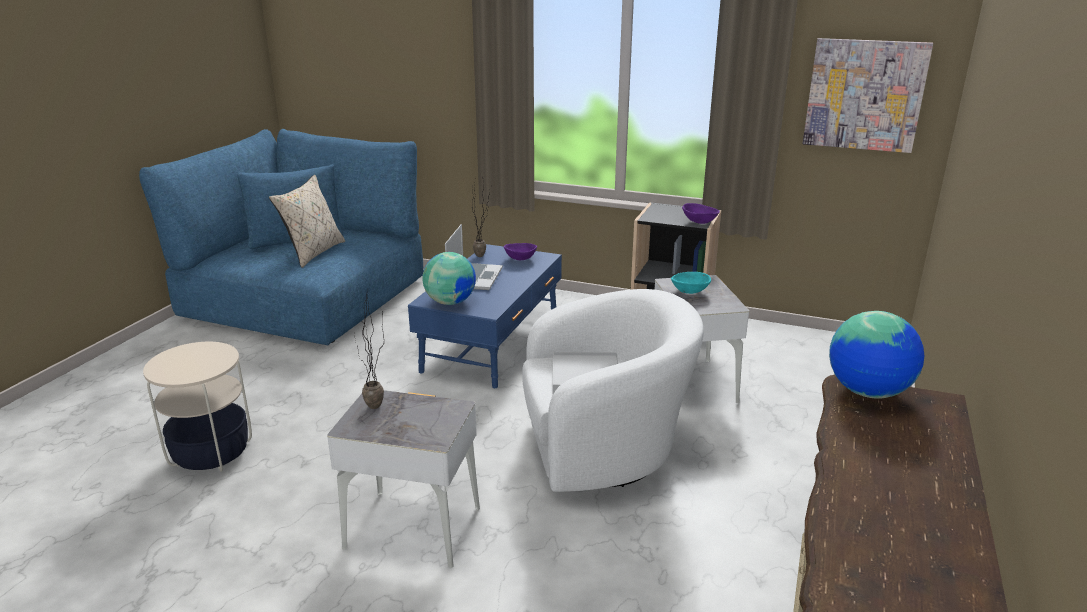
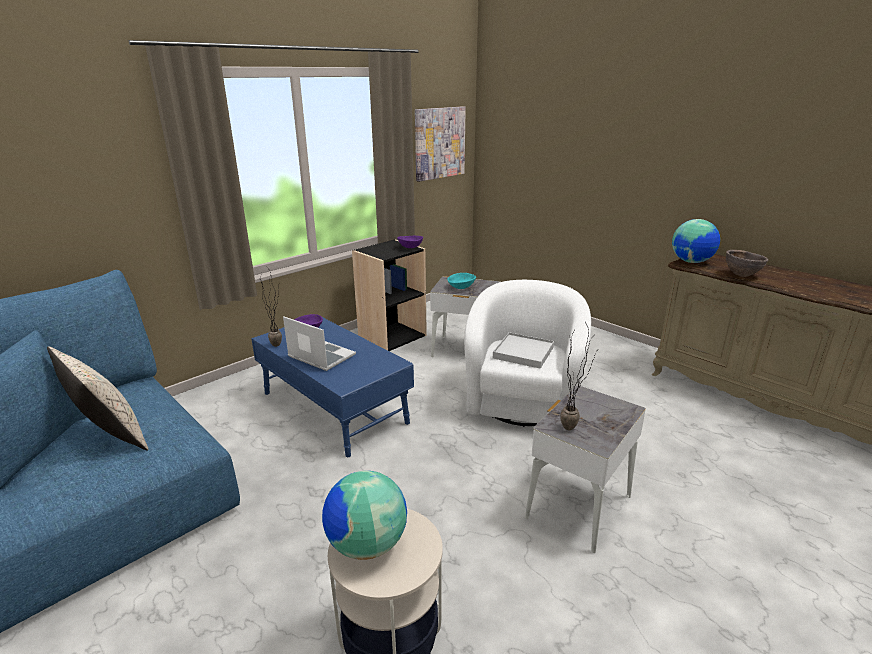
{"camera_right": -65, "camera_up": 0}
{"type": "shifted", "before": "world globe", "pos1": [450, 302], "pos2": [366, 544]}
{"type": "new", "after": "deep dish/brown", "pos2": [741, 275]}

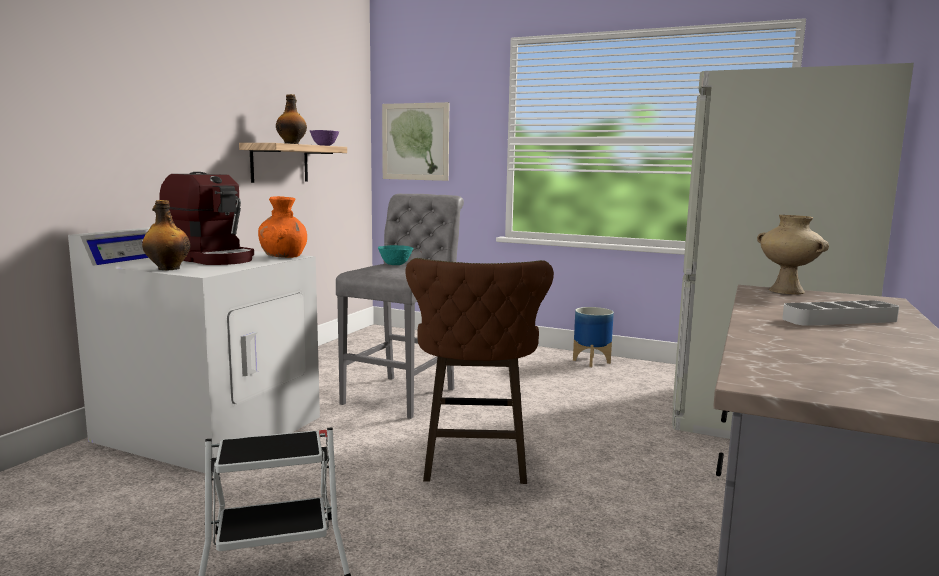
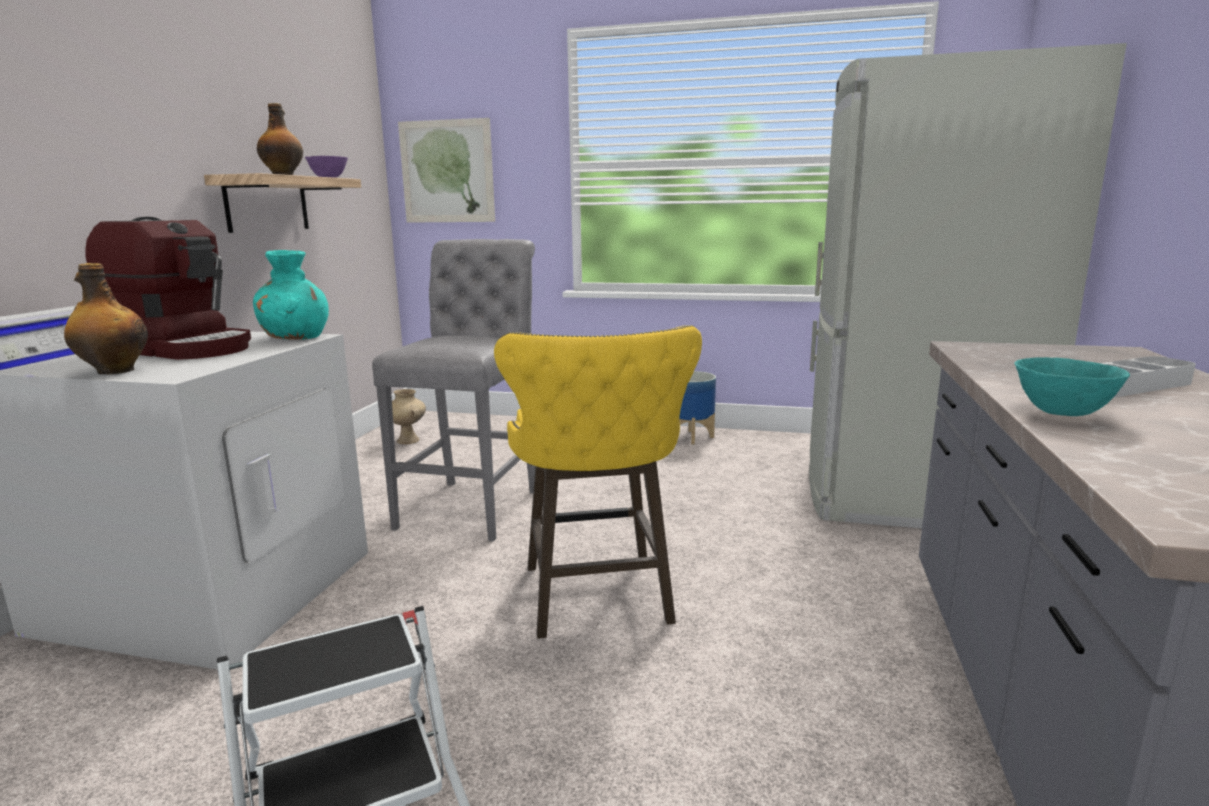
{"camera_right": -10, "camera_up": 5}
{"type": "repainted", "before": "flower vase/orange-coloured", "after": "flower vase/blue-green", "pos1": [284, 256], "pos2": [296, 337]}
{"type": "shifted", "before": "flower vase/beige", "pos1": [787, 291], "pos2": [408, 440]}
{"type": "shifted", "before": "deep dish/blue-green", "pos1": [395, 265], "pos2": [1062, 413]}
{"type": "repainted", "before": "stool seat/brown", "after": "stool seat/yellowish", "pos1": [475, 462], "pos2": [597, 598]}

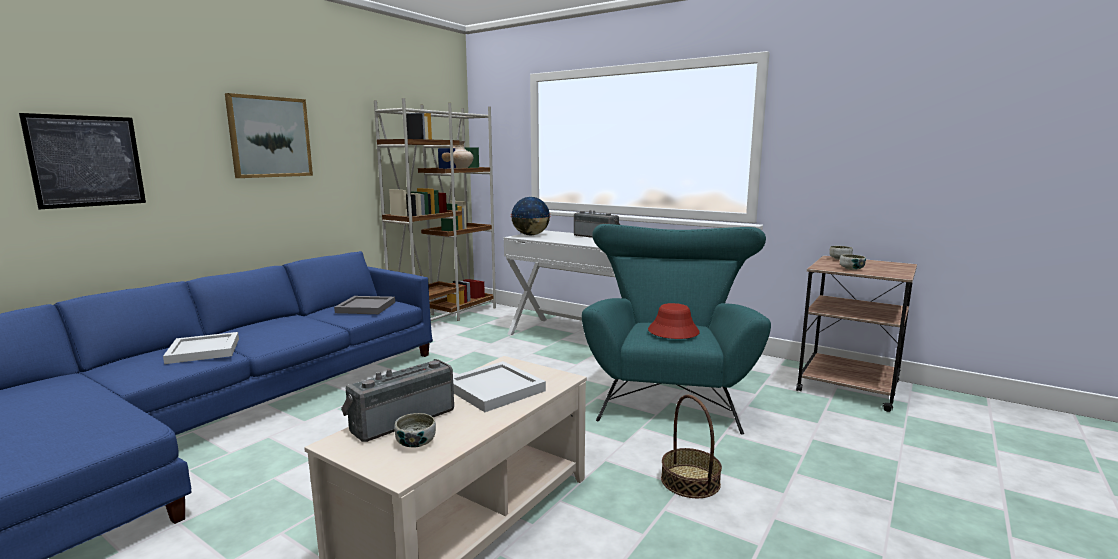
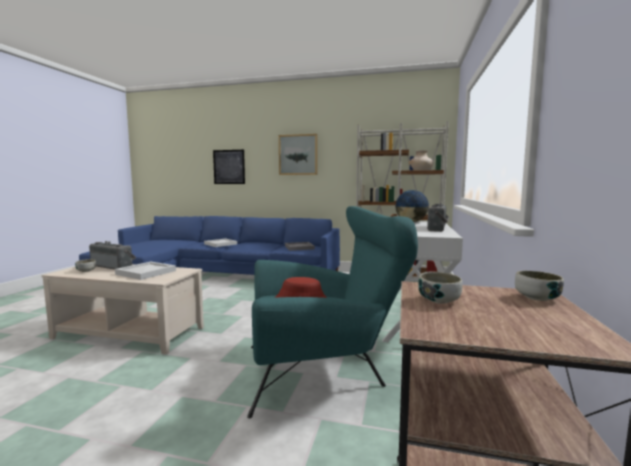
{"camera_right": 70, "camera_up": -5}
{"type": "gone", "before": "basket", "pos1": [690, 481]}

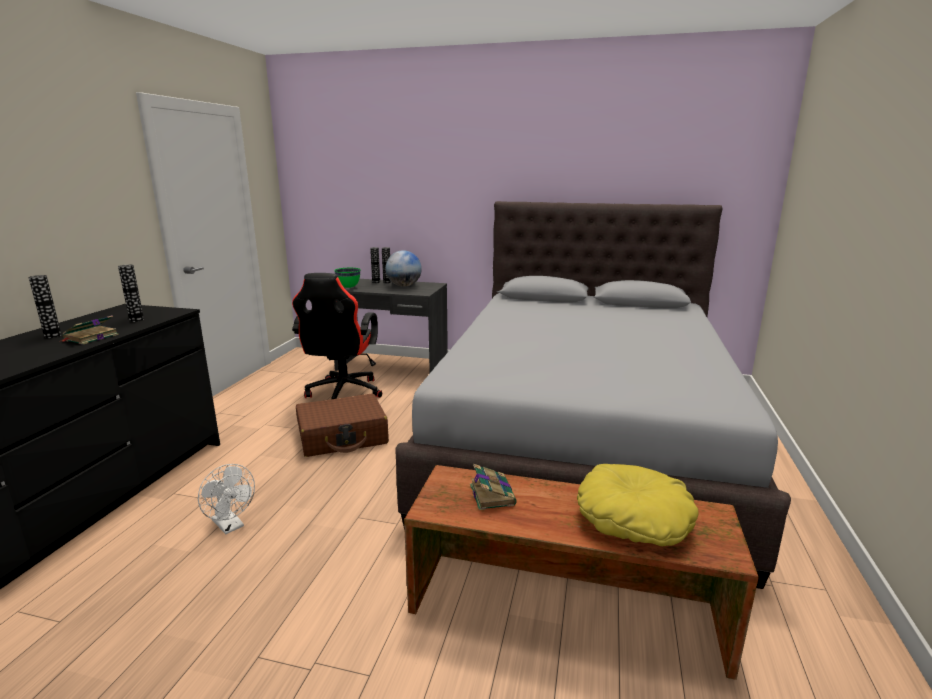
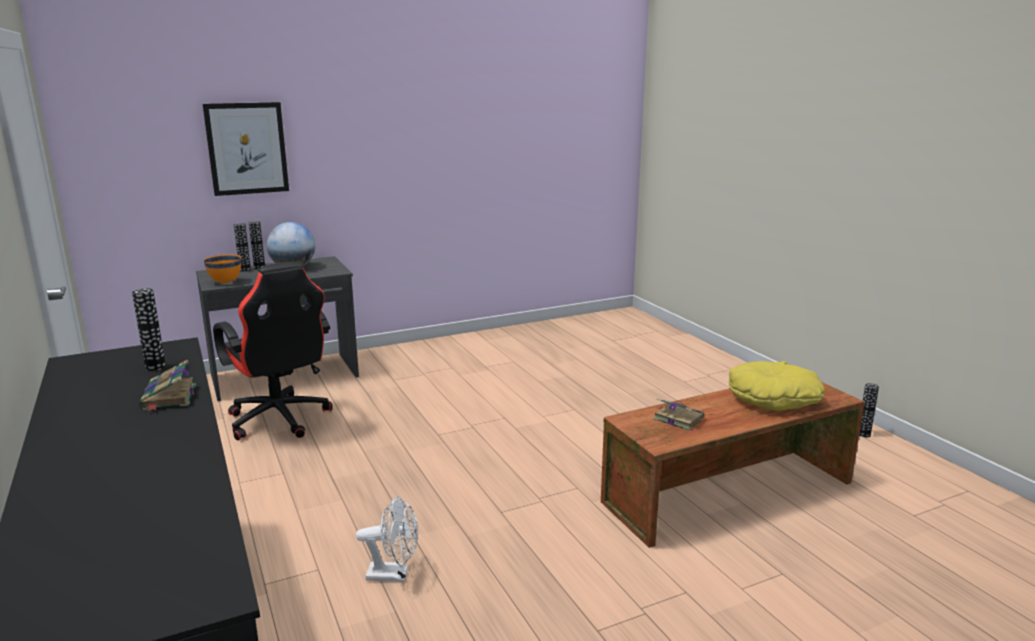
{"camera_right": -40, "camera_up": 0}
{"type": "gone", "before": "sleeping bed/gray", "pos1": [583, 438]}
{"type": "repainted", "before": "deep dish/greenish", "after": "deep dish/orange-coloured", "pos1": [348, 287], "pos2": [225, 282]}
{"type": "shifted", "before": "flower vase", "pos1": [53, 336], "pos2": [863, 434]}
{"type": "gone", "before": "travel case/brown", "pos1": [343, 437]}
{"type": "new", "after": "wall art", "pos2": [247, 148]}

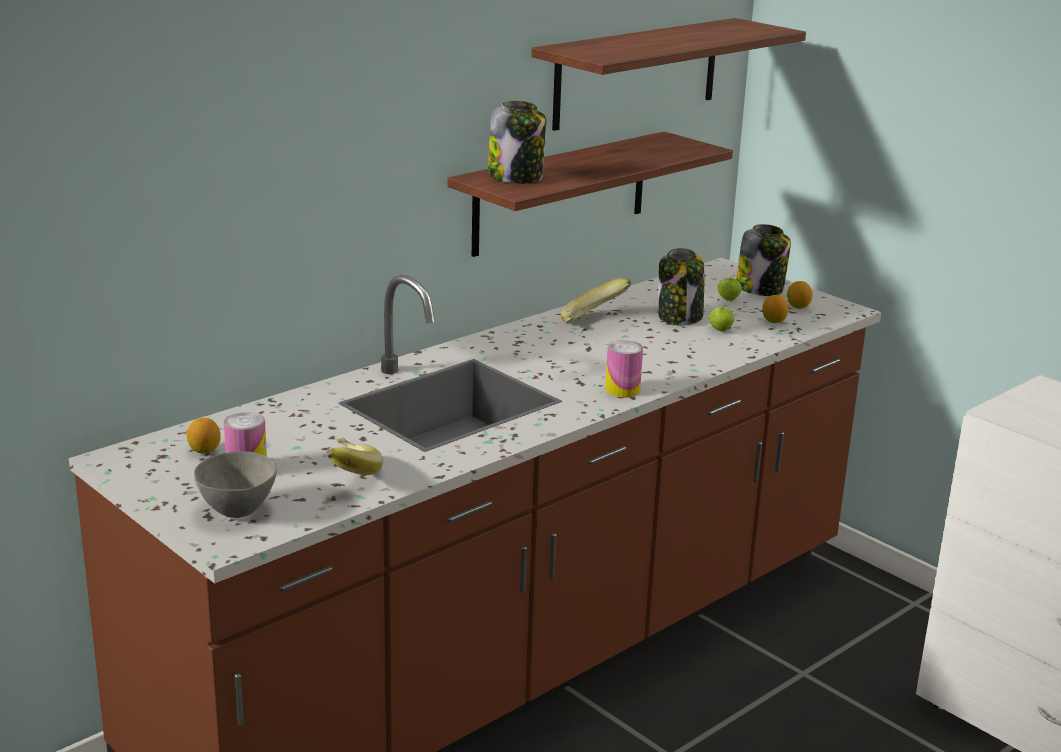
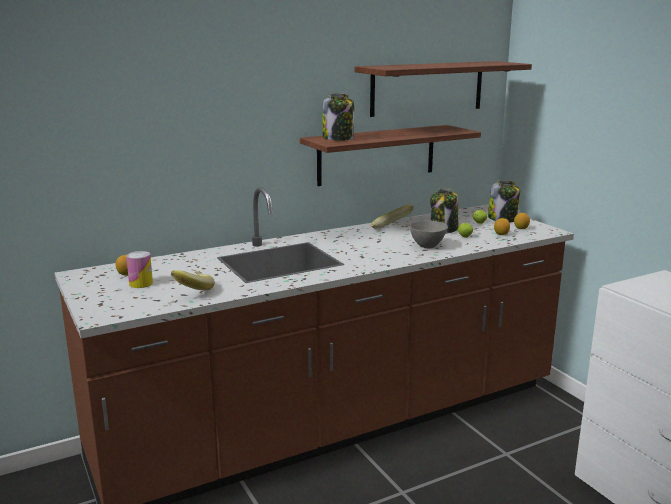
{"camera_right": 15, "camera_up": -5}
{"type": "gone", "before": "can", "pos1": [622, 390]}
{"type": "shifted", "before": "deep dish/gray", "pos1": [238, 511], "pos2": [427, 246]}

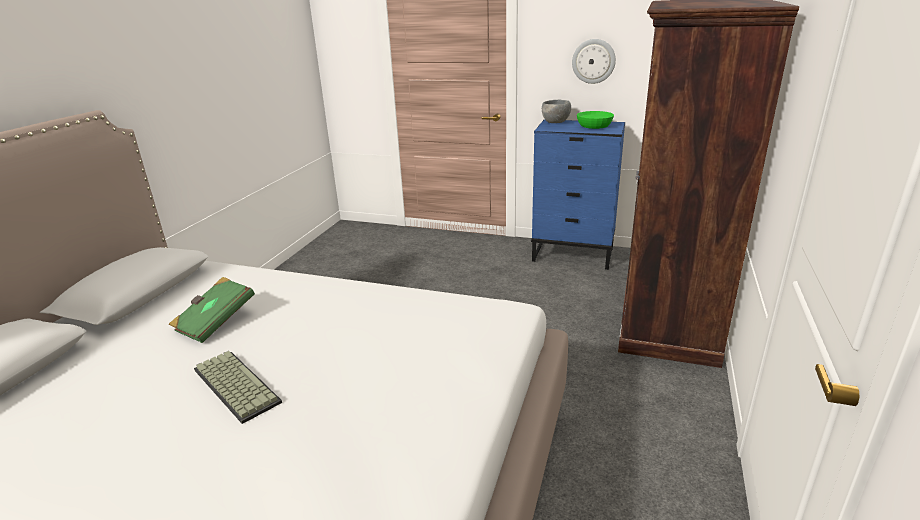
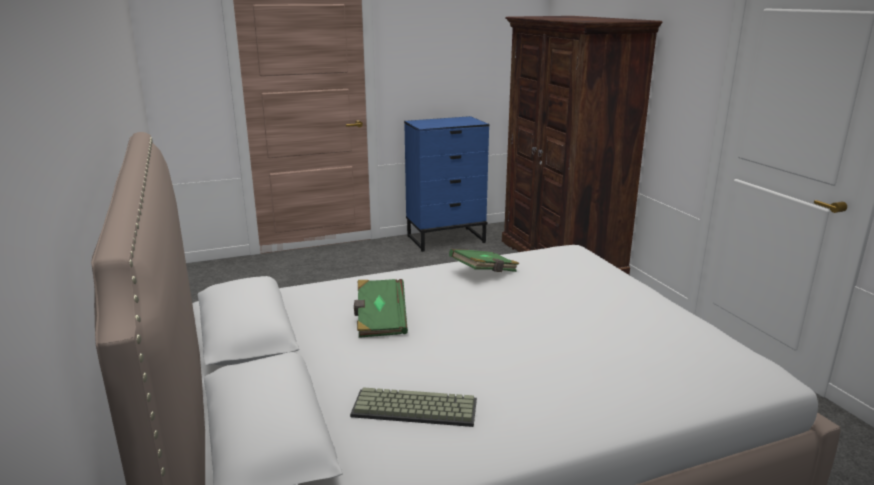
{"camera_right": -40, "camera_up": -5}
{"type": "gone", "before": "wall clock", "pos1": [593, 61]}
{"type": "gone", "before": "deep dish/gray", "pos1": [556, 122]}
{"type": "gone", "before": "deep dish/greenish", "pos1": [594, 126]}
{"type": "shifted", "before": "PC keyboard", "pos1": [233, 386], "pos2": [413, 410]}
{"type": "new", "after": "volume/greenish", "pos2": [484, 272]}

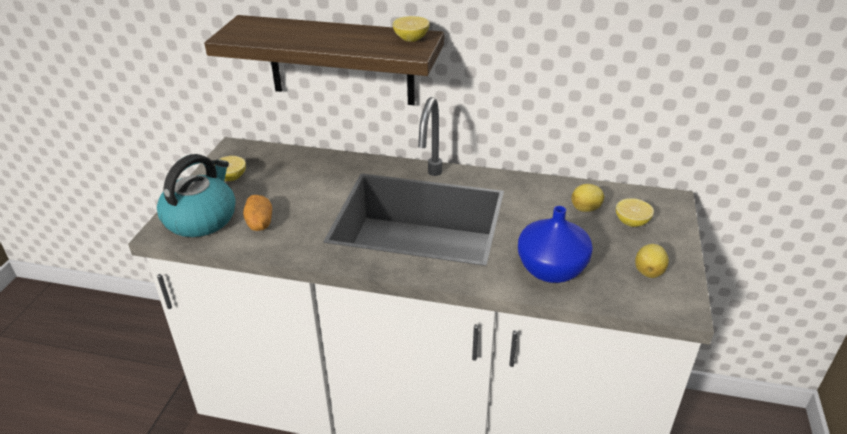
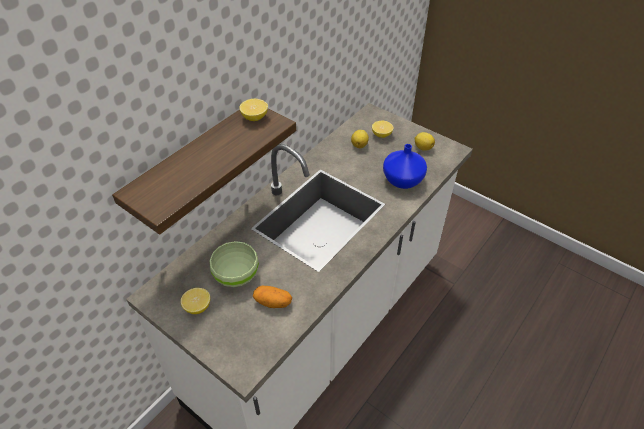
{"camera_right": -65, "camera_up": 10}
{"type": "gone", "before": "kettle", "pos1": [201, 218]}
{"type": "new", "after": "deep dish/greenish", "pos2": [235, 276]}

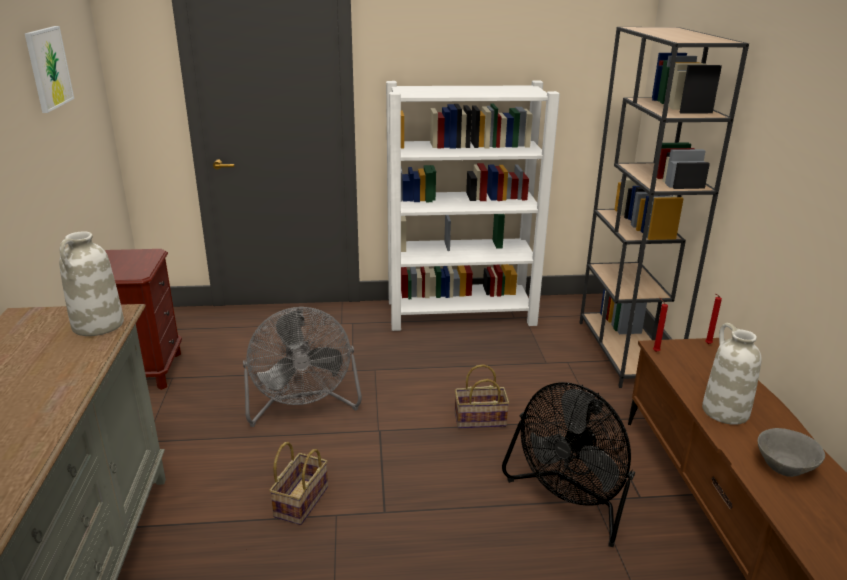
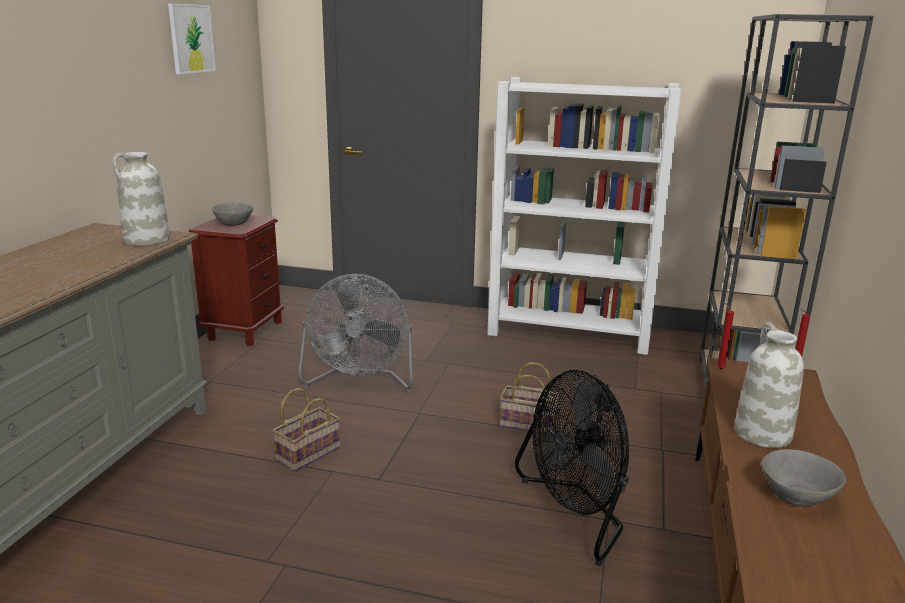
{"camera_right": 20, "camera_up": -5}
{"type": "new", "after": "deep dish/gray", "pos2": [233, 224]}

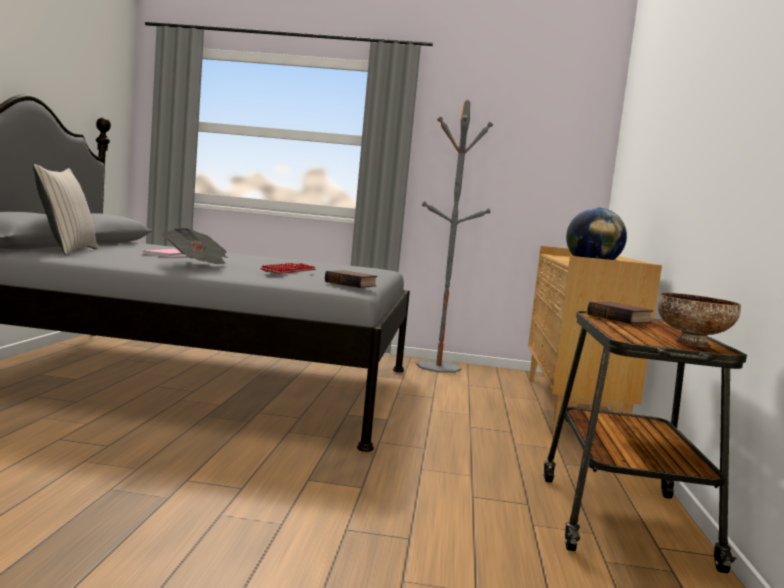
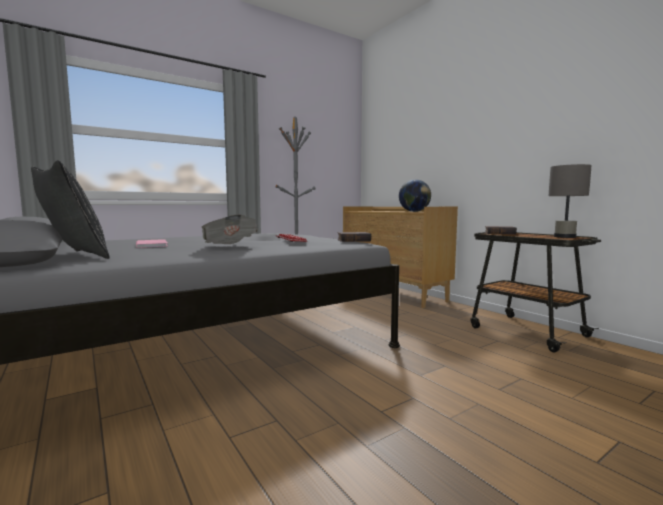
{"camera_right": -40, "camera_up": 0}
{"type": "repainted", "before": "cushion/beige", "after": "cushion/black", "pos1": [66, 251], "pos2": [73, 256]}
{"type": "swapped", "before": "deep dish", "after": "lamp for a table/gray", "pos1": [691, 343], "pos2": [564, 237]}

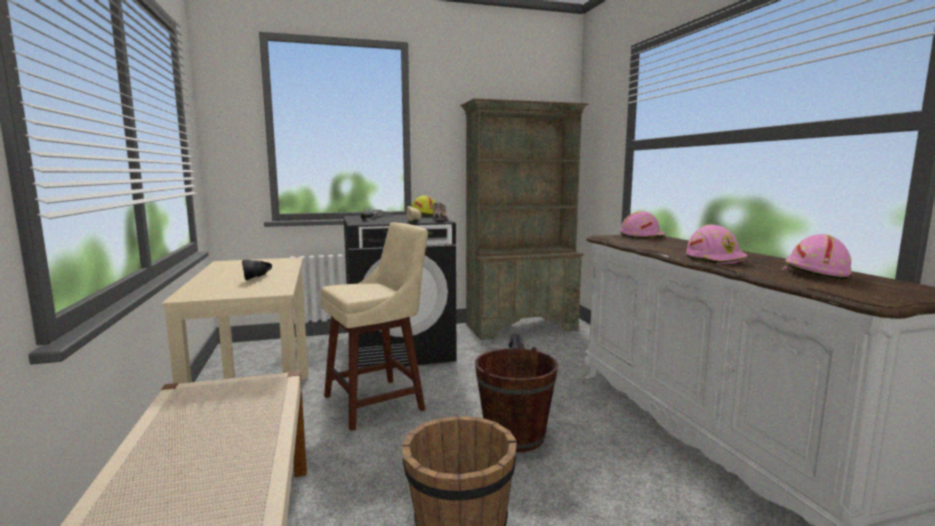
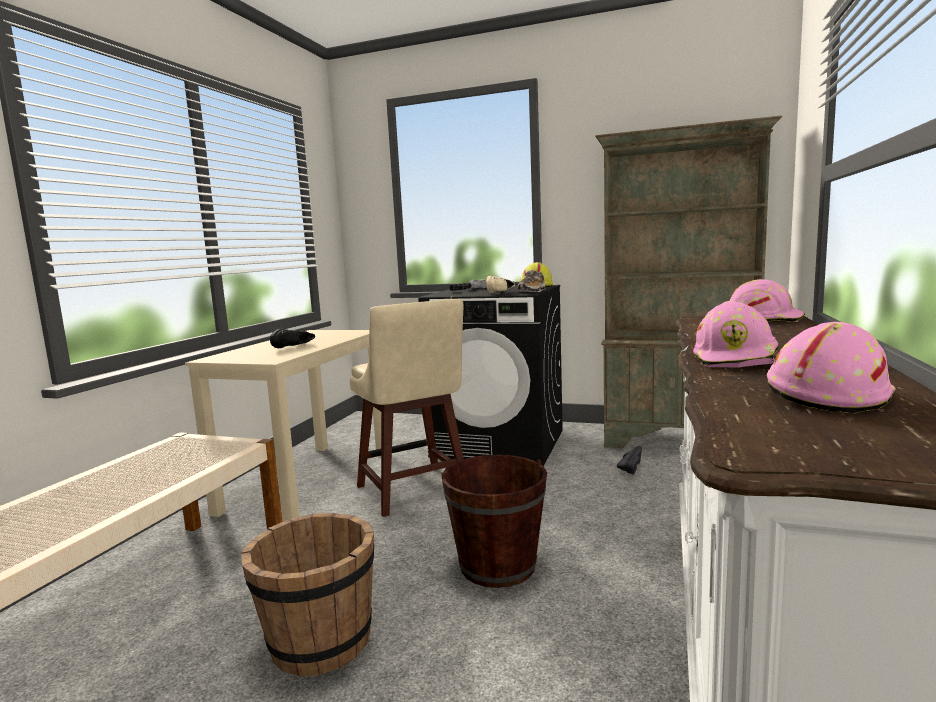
{"camera_right": 35, "camera_up": 0}
{"type": "rotated", "before": "upright chair/beige", "pos1": [379, 401], "pos2": [414, 492], "turn": 60}

